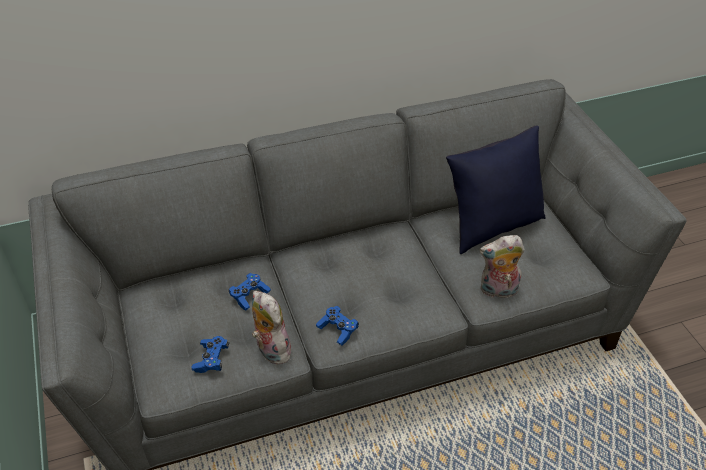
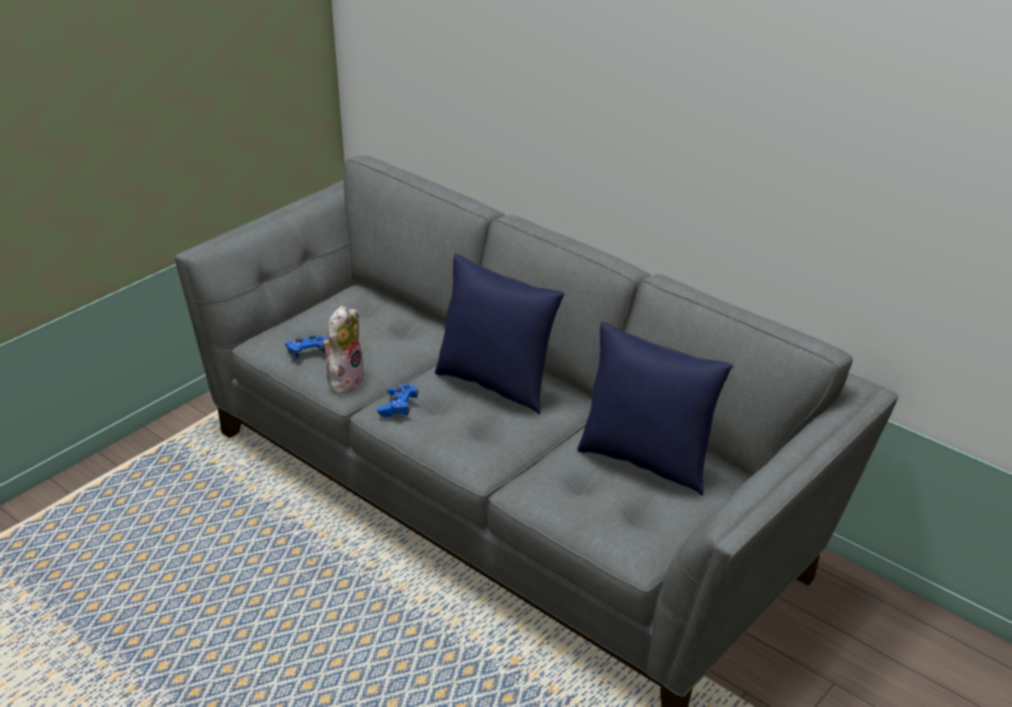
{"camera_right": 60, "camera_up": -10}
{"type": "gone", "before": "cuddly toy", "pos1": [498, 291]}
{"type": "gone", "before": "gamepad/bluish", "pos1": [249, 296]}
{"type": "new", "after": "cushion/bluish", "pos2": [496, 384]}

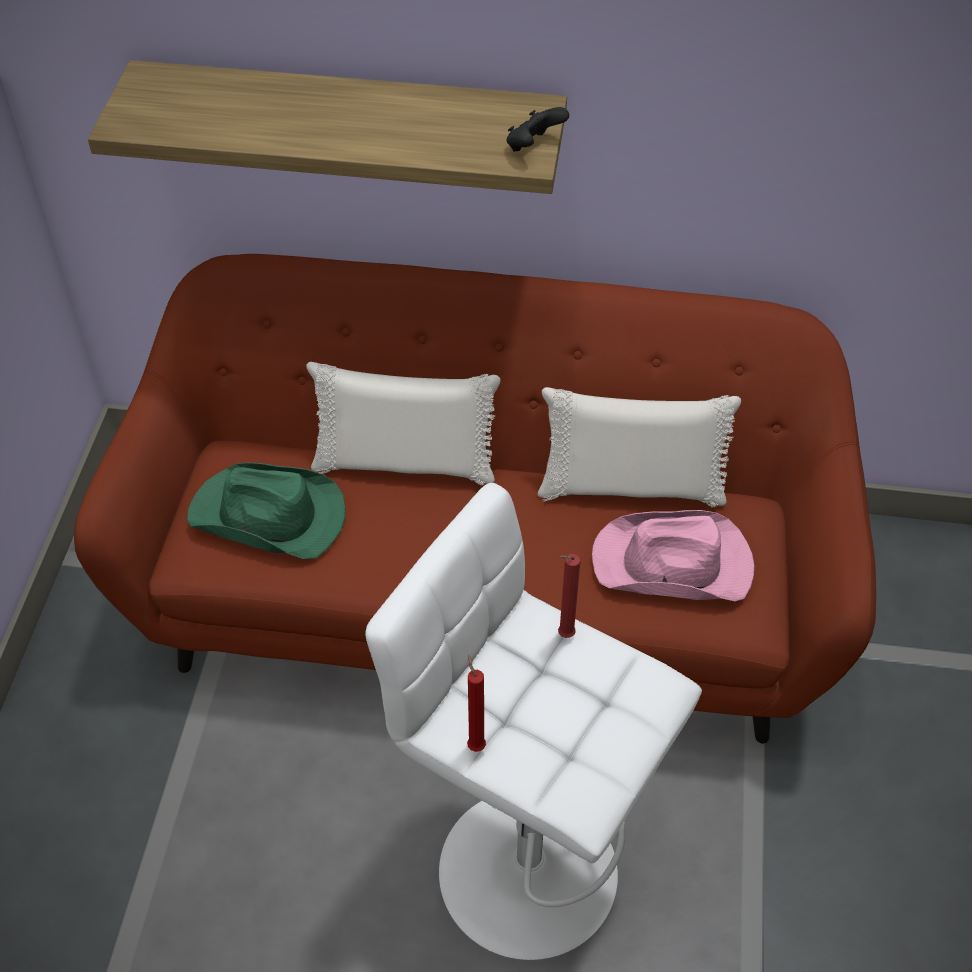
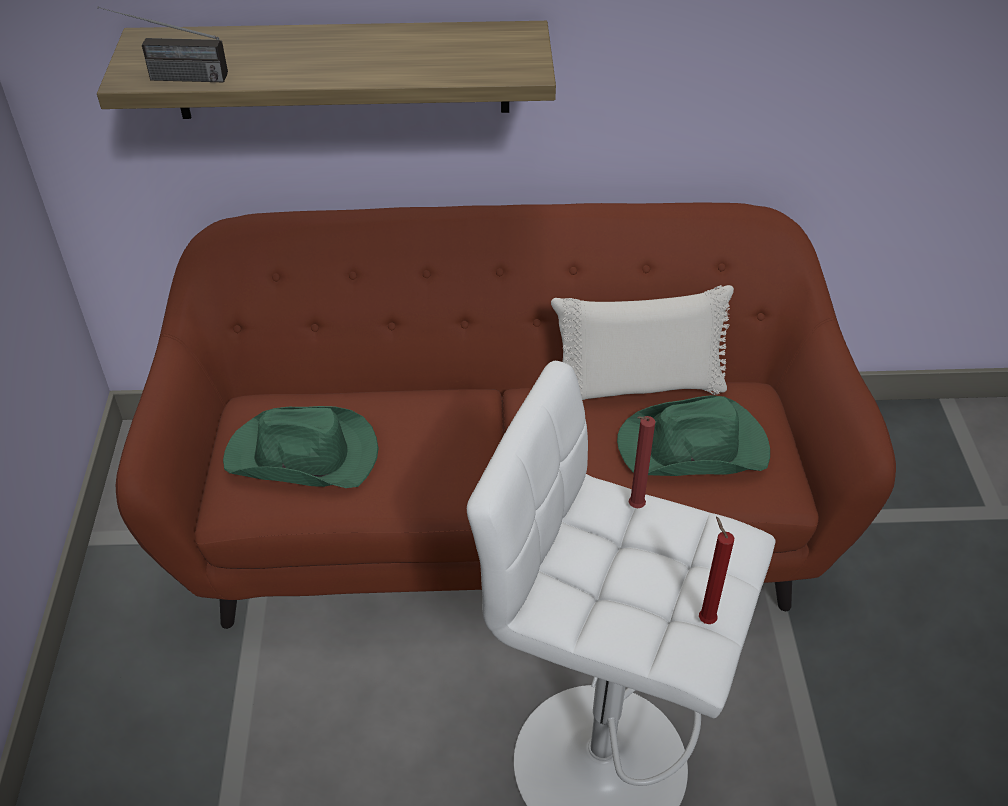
{"camera_right": -10, "camera_up": -5}
{"type": "gone", "before": "gamepad/black", "pos1": [533, 146]}
{"type": "gone", "before": "cushion/white", "pos1": [405, 463]}
{"type": "repainted", "before": "wearable hat/pinkish", "after": "wearable hat/greenish", "pos1": [674, 565], "pos2": [694, 448]}
{"type": "shifted", "before": "candle/red-coloured", "pos1": [475, 744], "pos2": [704, 618]}
{"type": "new", "after": "radio", "pos2": [168, 77]}

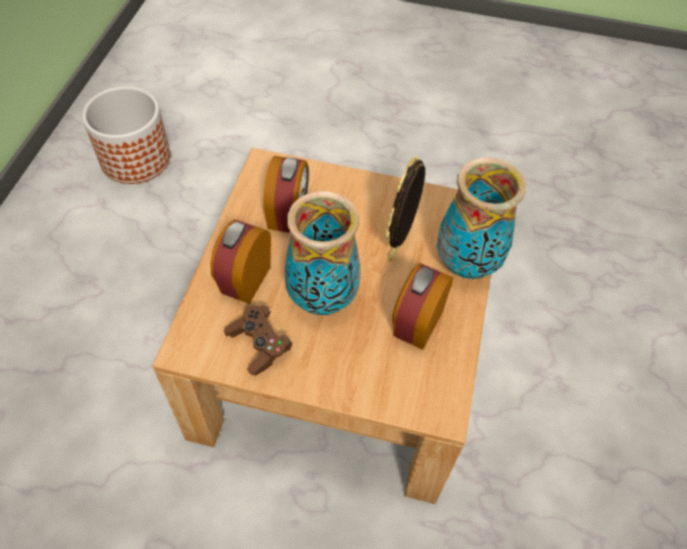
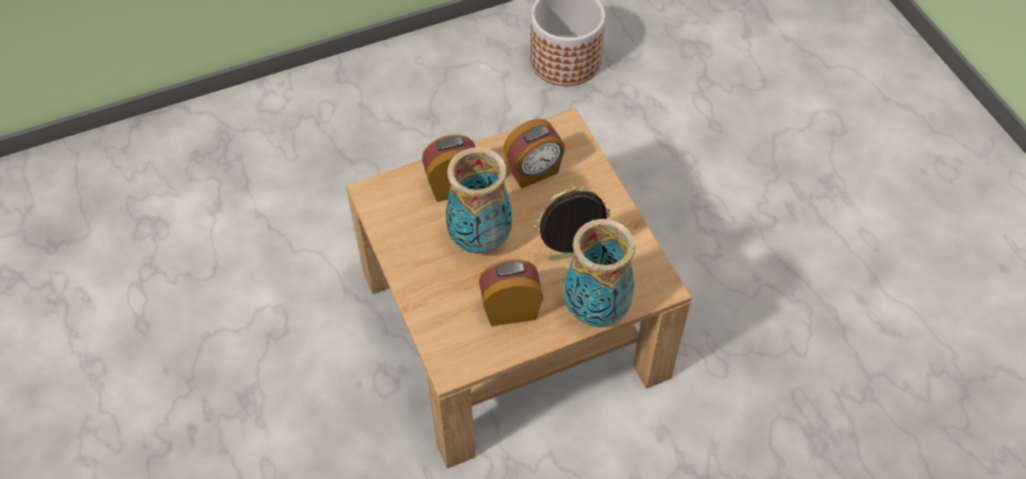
{"camera_right": 55, "camera_up": 0}
{"type": "gone", "before": "gamepad/brown", "pos1": [259, 345]}

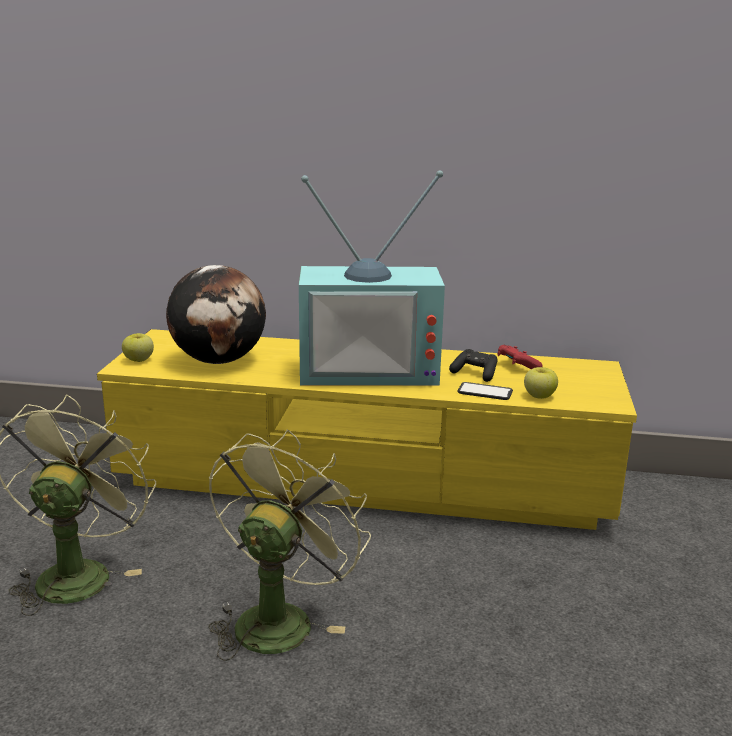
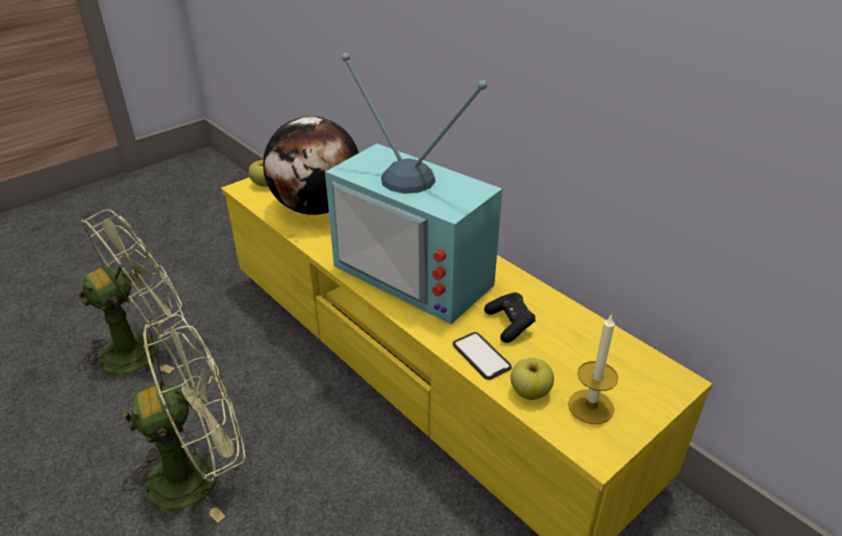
{"camera_right": 40, "camera_up": 15}
{"type": "gone", "before": "gamepad/red-coloured", "pos1": [517, 366]}
{"type": "new", "after": "candle", "pos2": [591, 406]}

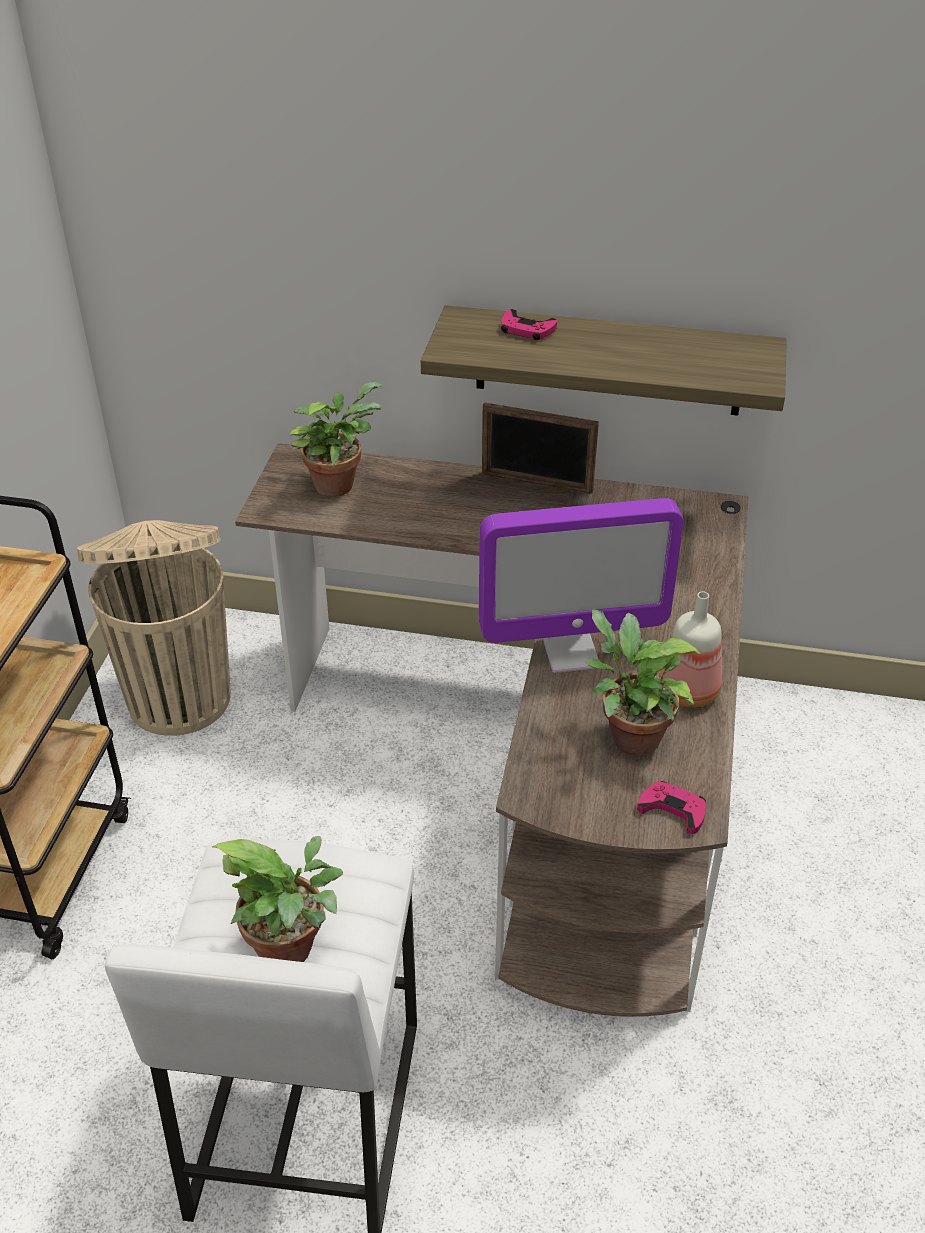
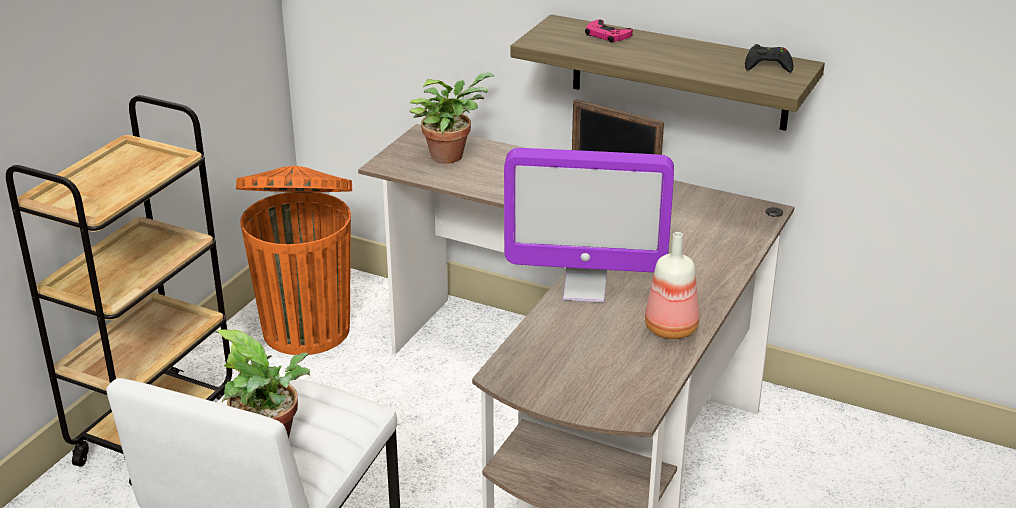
{"camera_right": 15, "camera_up": -10}
{"type": "repainted", "before": "rubbish bin/beige", "after": "rubbish bin/orange-coloured", "pos1": [179, 696], "pos2": [307, 328]}
{"type": "gone", "before": "potted plant", "pos1": [629, 736]}
{"type": "gone", "before": "gamepad/pinkish", "pos1": [673, 810]}
{"type": "new", "after": "gamepad/black", "pos2": [768, 65]}

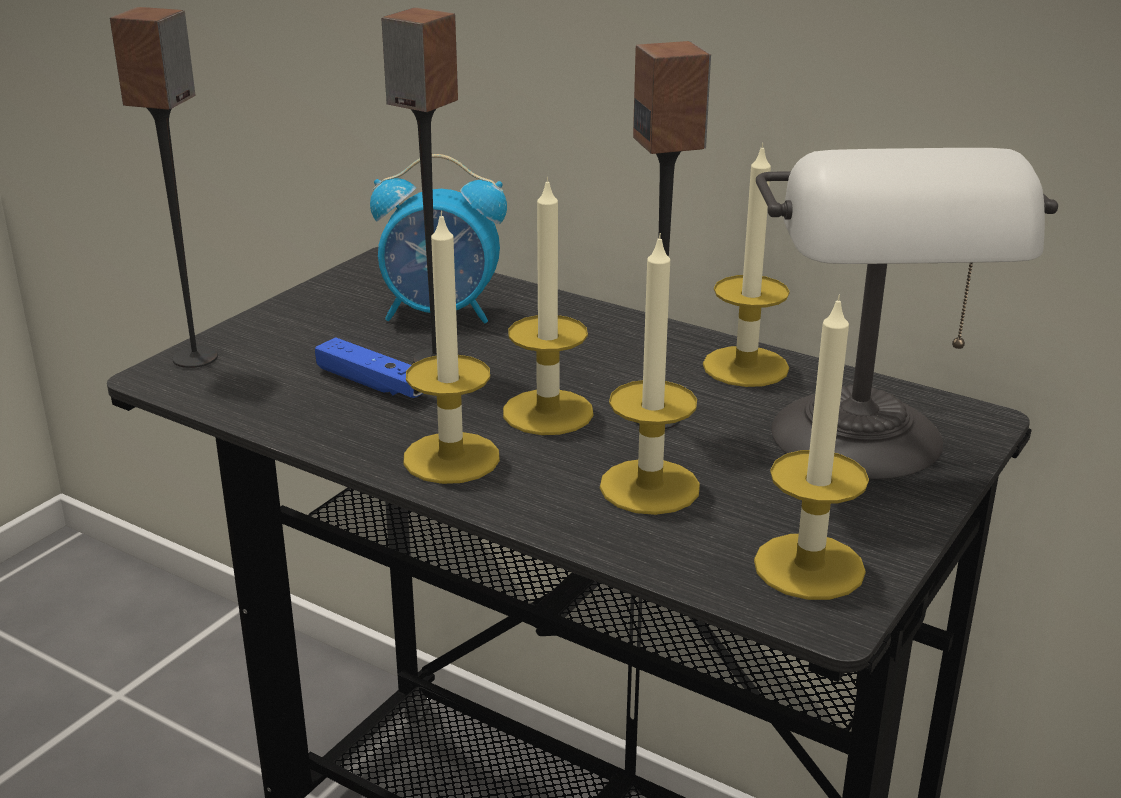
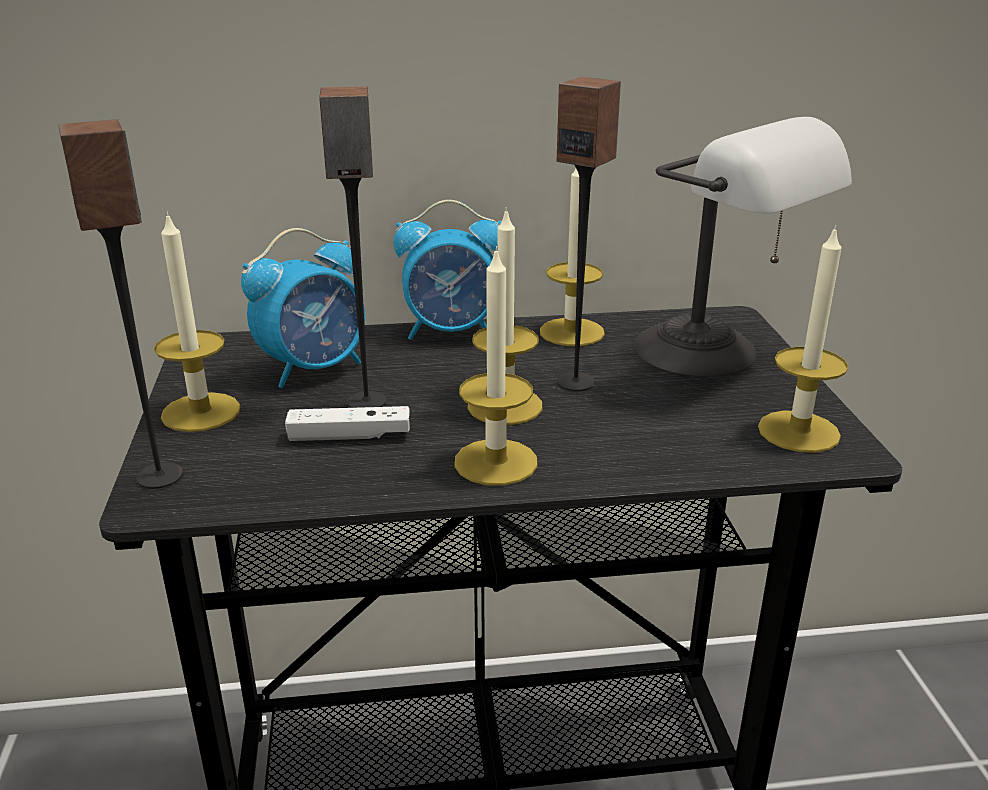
{"camera_right": -40, "camera_up": 0}
{"type": "shifted", "before": "candle", "pos1": [649, 487], "pos2": [201, 412]}
{"type": "repainted", "before": "gamepad/bluish", "after": "gamepad/white", "pos1": [373, 384], "pos2": [349, 436]}
{"type": "new", "after": "bedside clock", "pos2": [452, 332]}

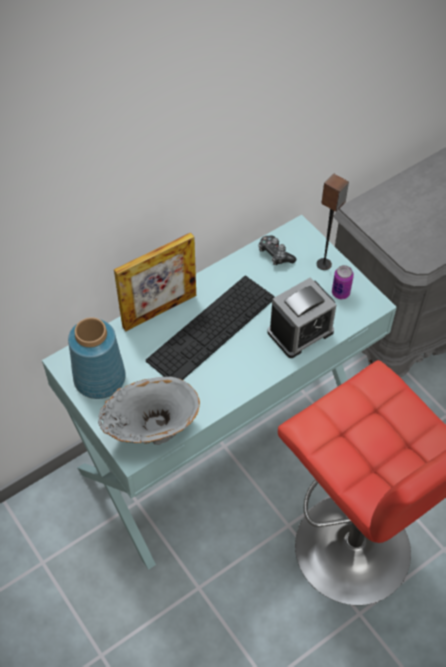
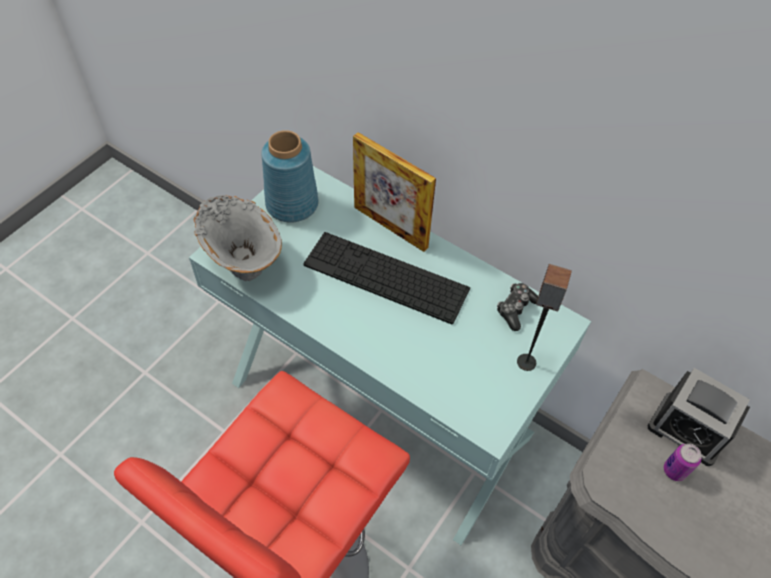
{"camera_right": 70, "camera_up": 0}
{"type": "shifted", "before": "can", "pos1": [340, 293], "pos2": [674, 470]}
{"type": "shifted", "before": "bedside clock", "pos1": [300, 332], "pos2": [687, 429]}

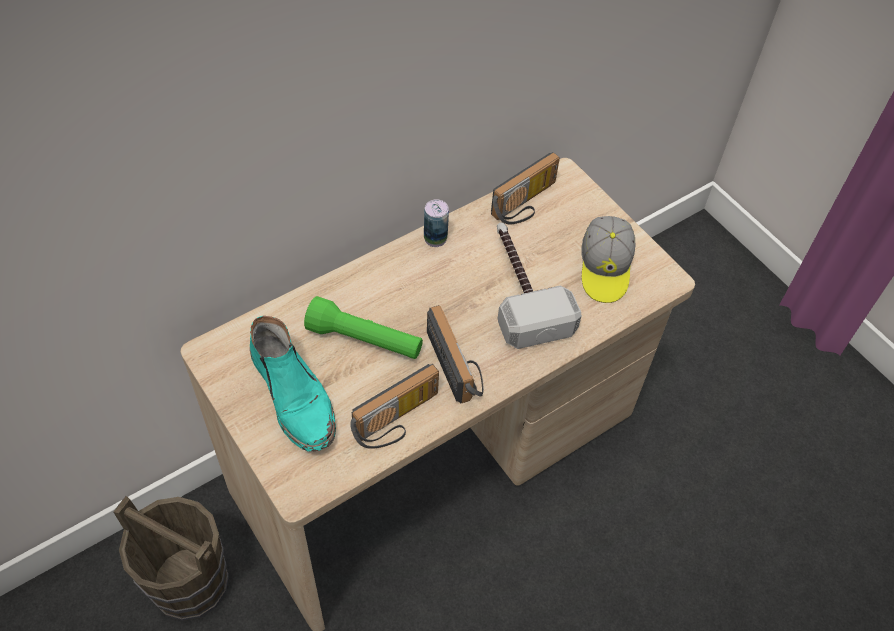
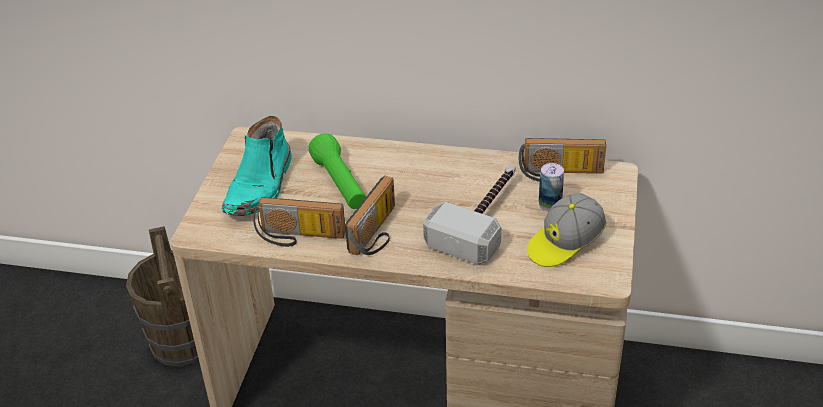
{"camera_right": 50, "camera_up": -15}
{"type": "shifted", "before": "can", "pos1": [435, 238], "pos2": [550, 205]}

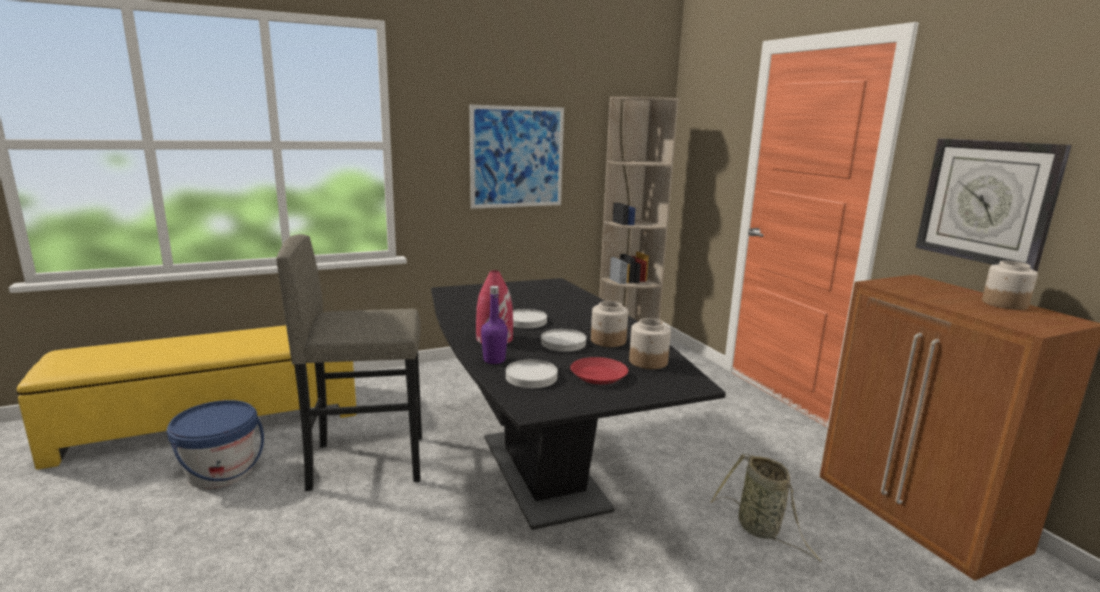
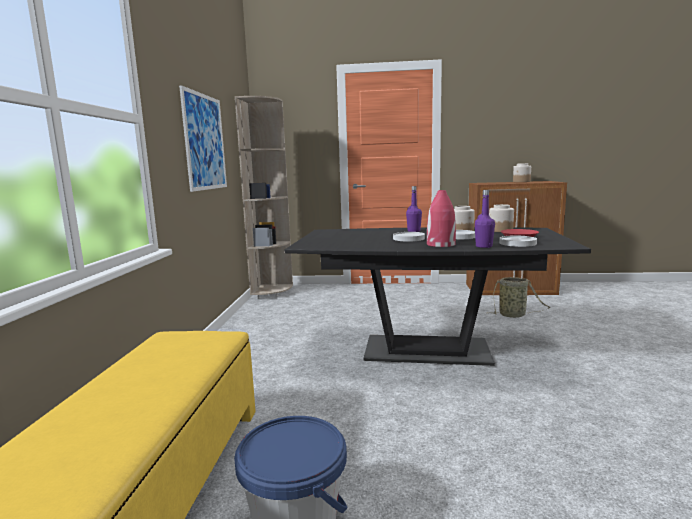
{"camera_right": -60, "camera_up": -5}
{"type": "gone", "before": "wall clock", "pos1": [987, 201]}
{"type": "gone", "before": "stool seat/gray", "pos1": [367, 461]}
{"type": "new", "after": "bottle/purplish", "pos2": [414, 231]}

